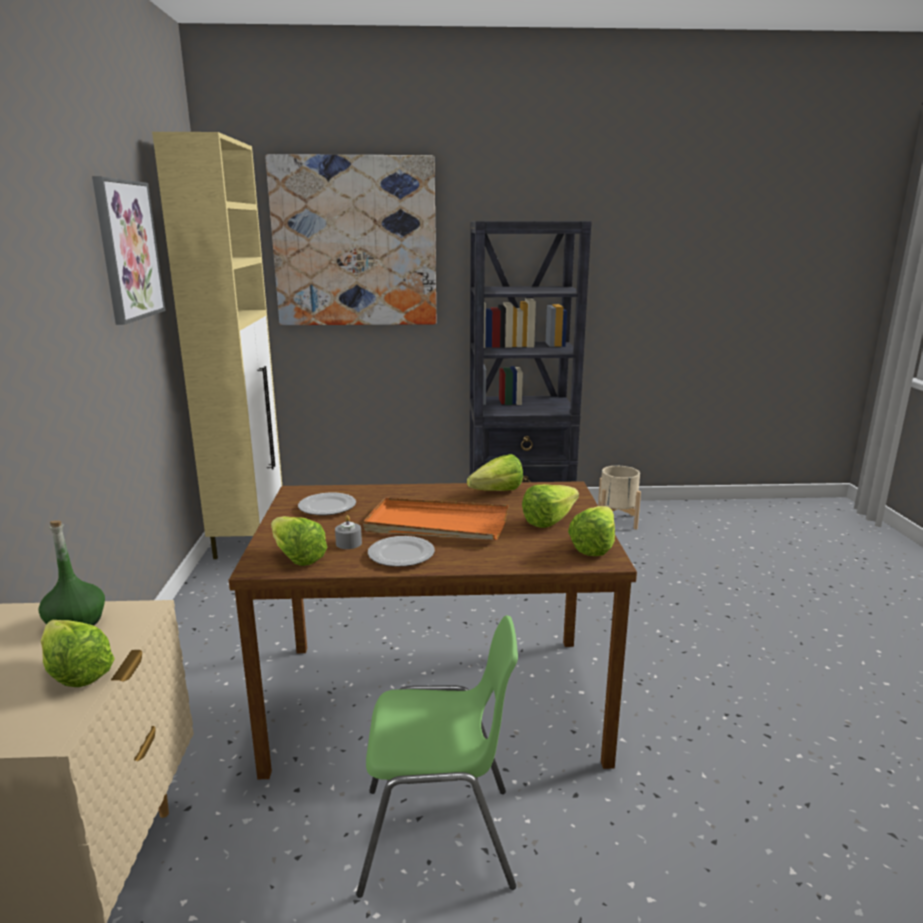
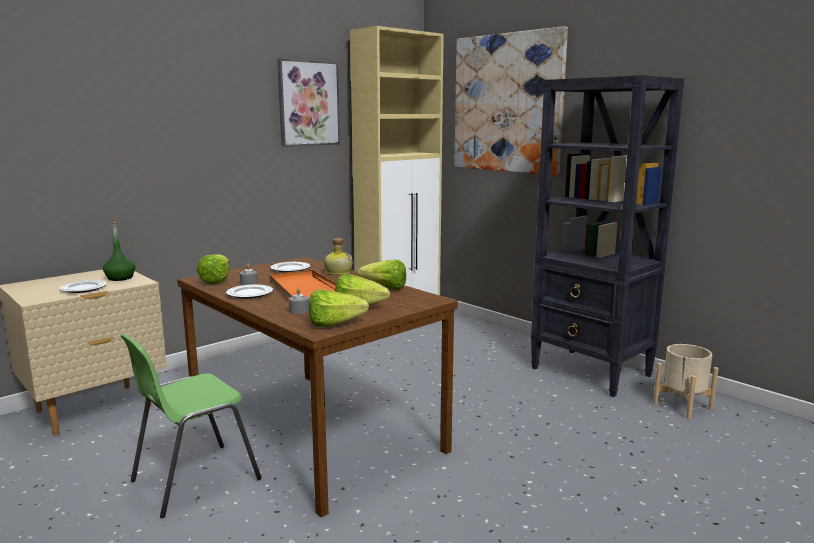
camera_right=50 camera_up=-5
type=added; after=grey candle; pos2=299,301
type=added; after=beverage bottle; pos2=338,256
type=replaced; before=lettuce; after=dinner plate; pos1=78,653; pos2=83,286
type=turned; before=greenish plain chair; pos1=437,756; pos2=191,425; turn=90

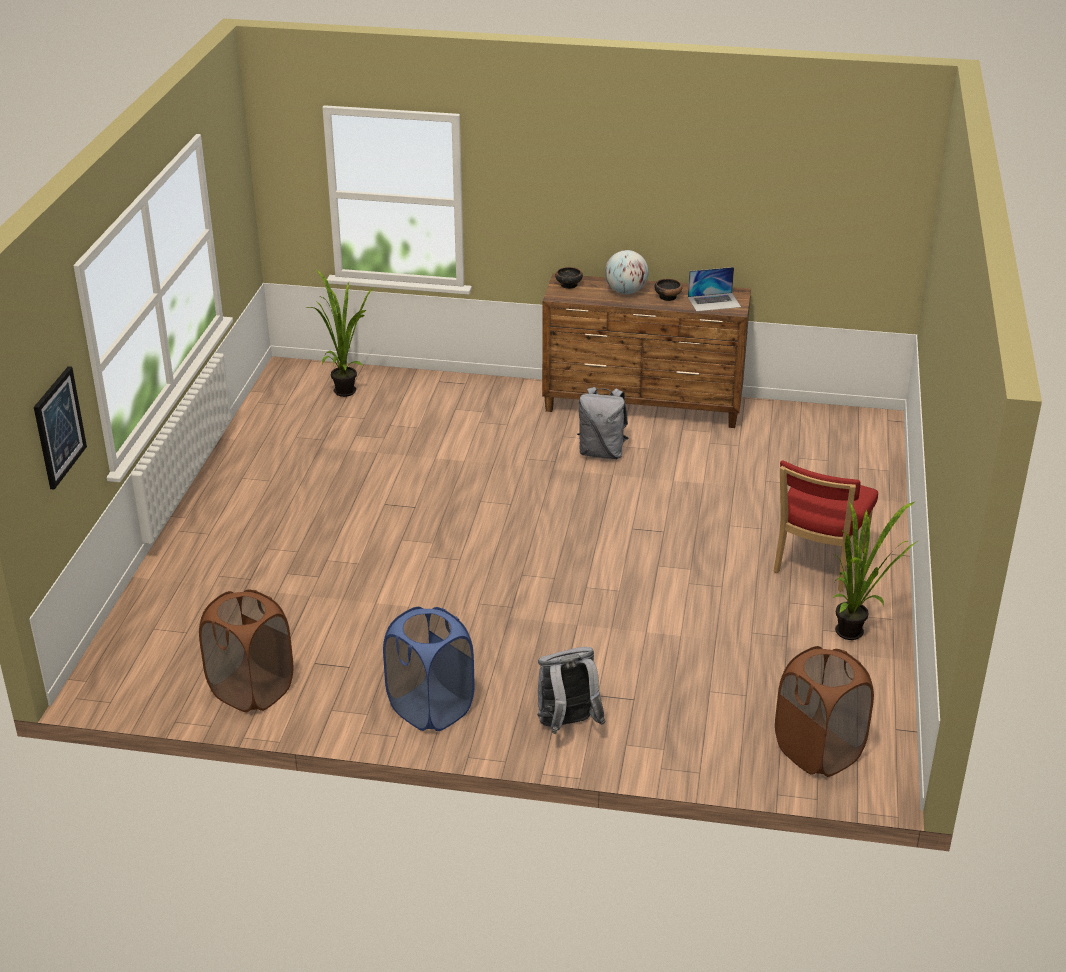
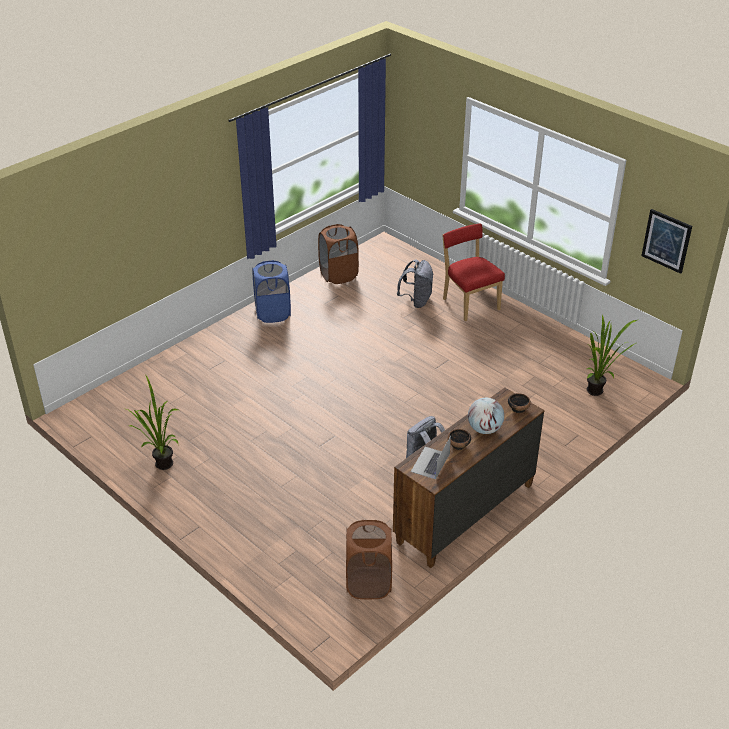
camera_right=125 camera_up=5
type=moved; before=picture; pos1=60,428; pos2=666,241
type=moved; before=grey knapsack; pos1=571,690; pos2=415,283
type=moved; before=red plain chair; pos1=825,525; pos2=473,272
type=moved; before=brown-coloured laundry basket; pos1=824,711; pos2=369,559

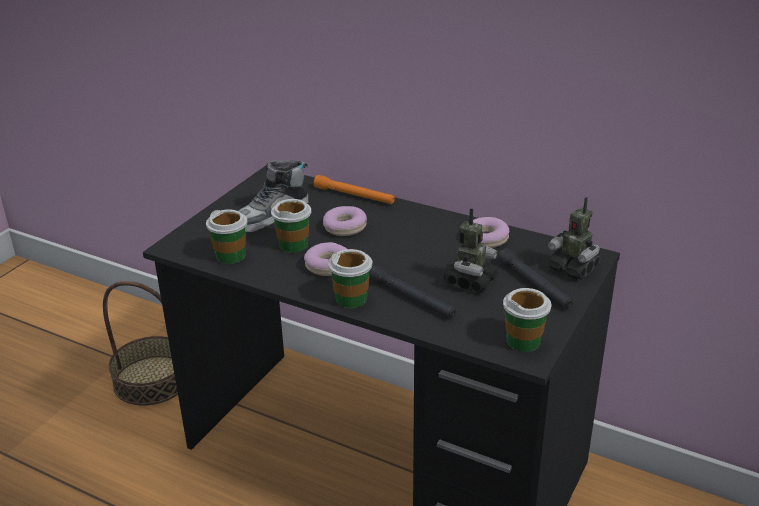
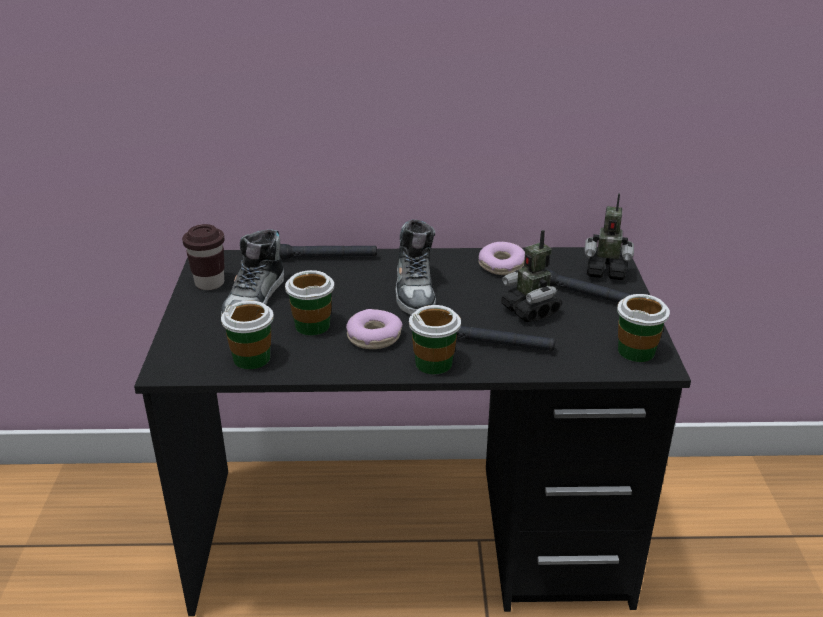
camera_right=-30 camera_up=0
type=removed; before=storage basket; pos1=140,343
type=removed; before=doughnut; pos1=345,221
type=added; after=brown-coloured small cup; pos2=203,257
type=added; after=shoe; pos2=416,267
type=recoloured; before=orangey torch; after=blackish torch; pos1=354,189; pos2=328,252
type=turned; before=robot figure; pos1=471,250; pos2=531,276; turn=150

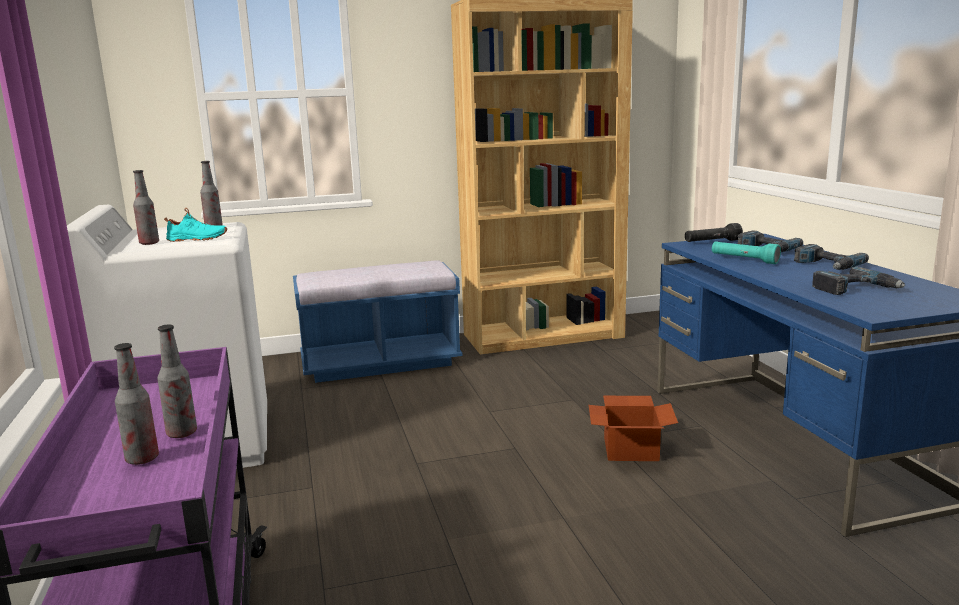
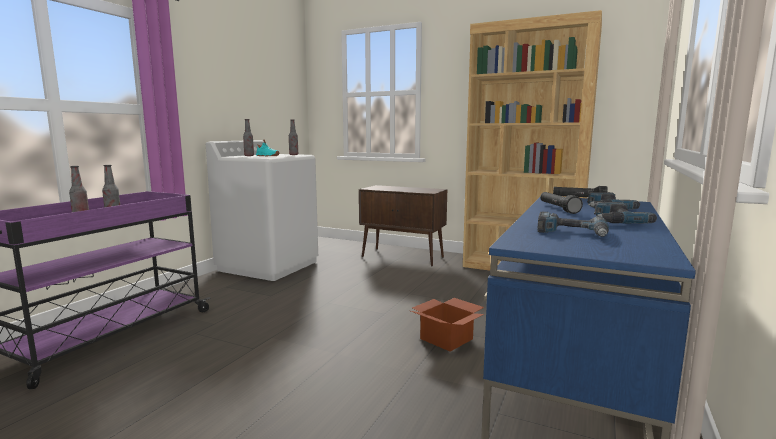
camera_right=40 camera_up=-5
type=replaced; before=blue bench; after=brown-coloured storage cabinet; pos1=377,321; pos2=403,225
type=recoloured; before=turquoise torch; after=blackish torch; pos1=746,253; pos2=561,203

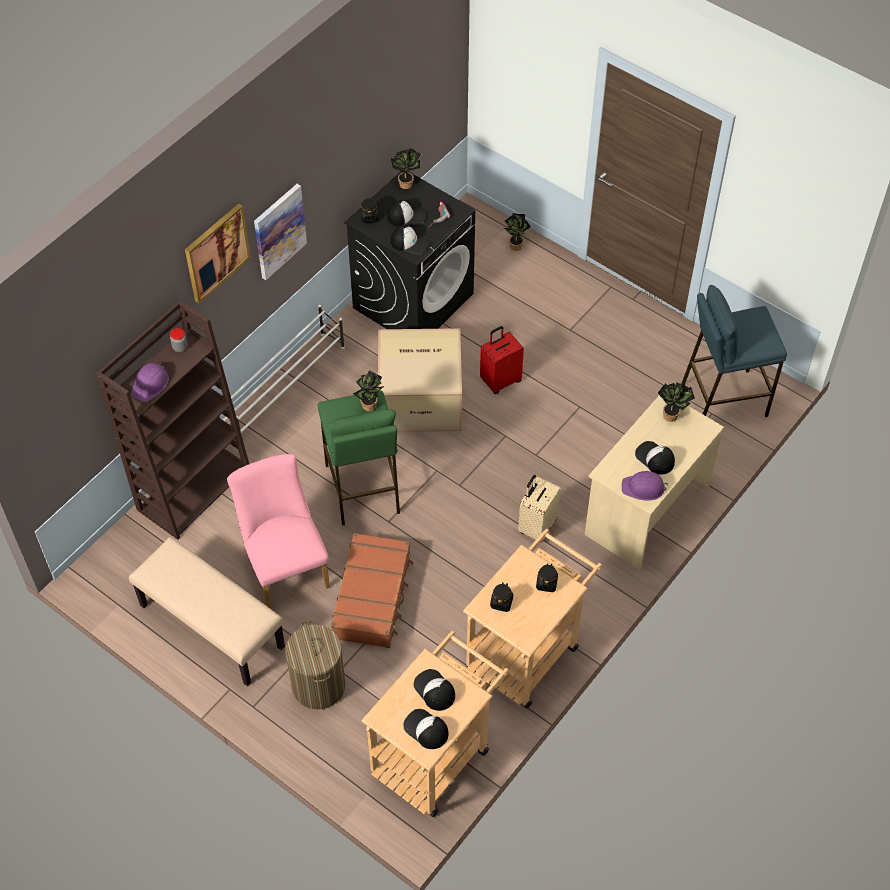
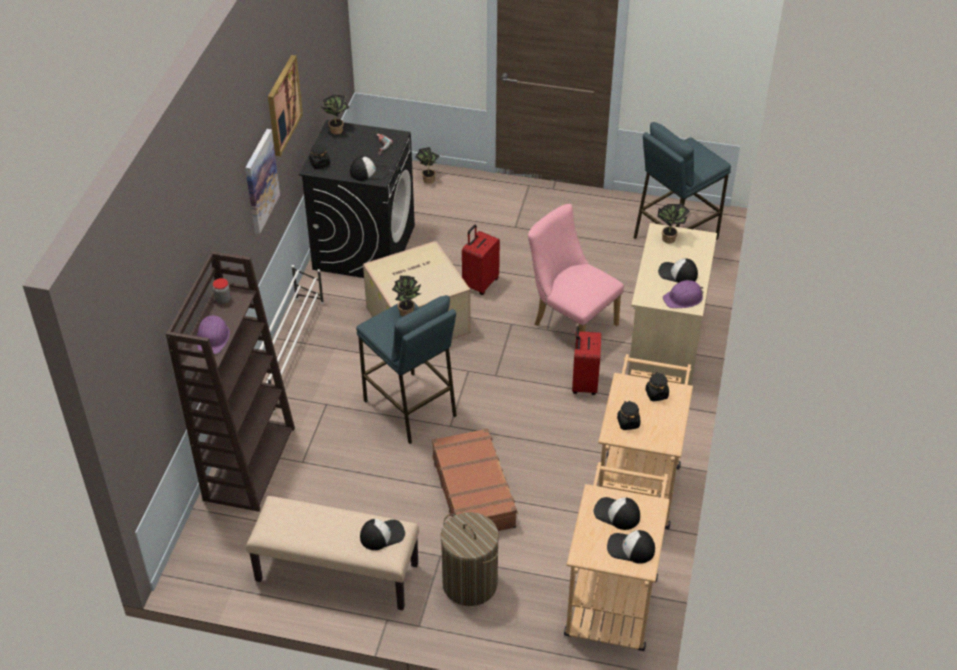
camera_right=-25 camera_up=-10
type=moved; before=picture; pos1=218,253; pos2=285,105
type=moved; before=pink plain chair; pos1=278,531; pos2=576,268
type=moved; before=cap; pos1=406,213; pos2=382,534
type=recoloured; before=greenish stool seat; after=blue stool seat; pos1=359,458; pos2=406,369
type=recoloured; before=beige suitcase; after=red suitcase; pos1=539,508; pos2=586,360

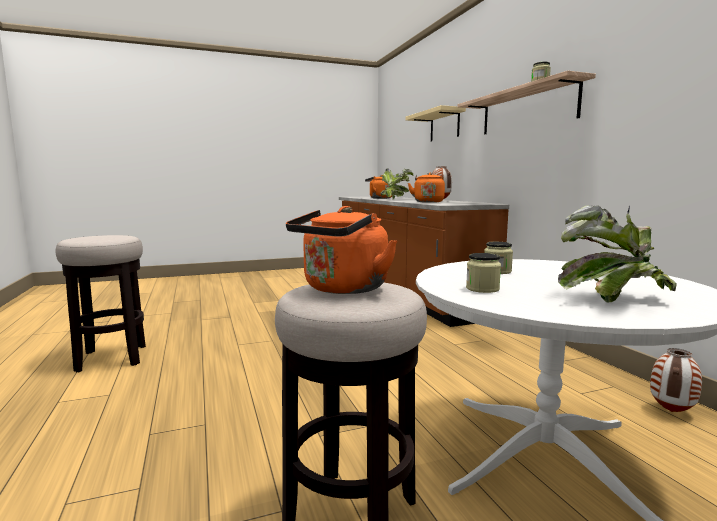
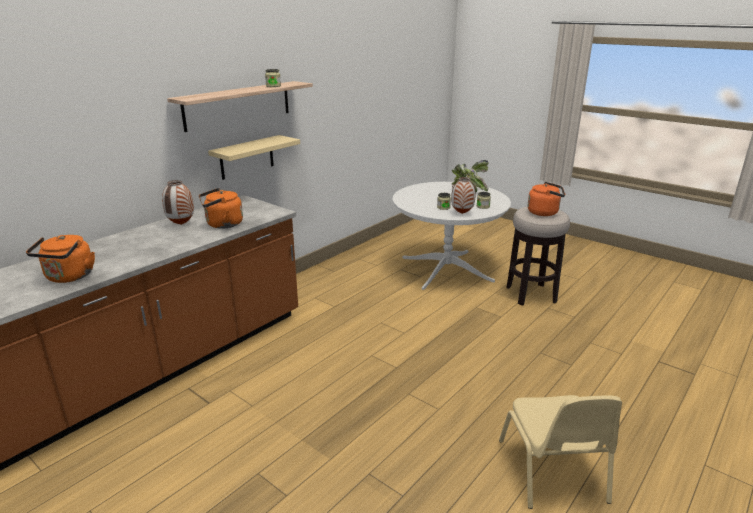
camera_right=-120 camera_up=15
type=removed; before=houseplant; pos1=397,183
type=moved; before=beige bracket shelf; pos1=435,123; pos2=254,157
type=moved; before=flower vase; pos1=676,380; pos2=463,195
type=replaced; before=stool seat; after=beige plain chair; pos1=101,303; pos2=560,452

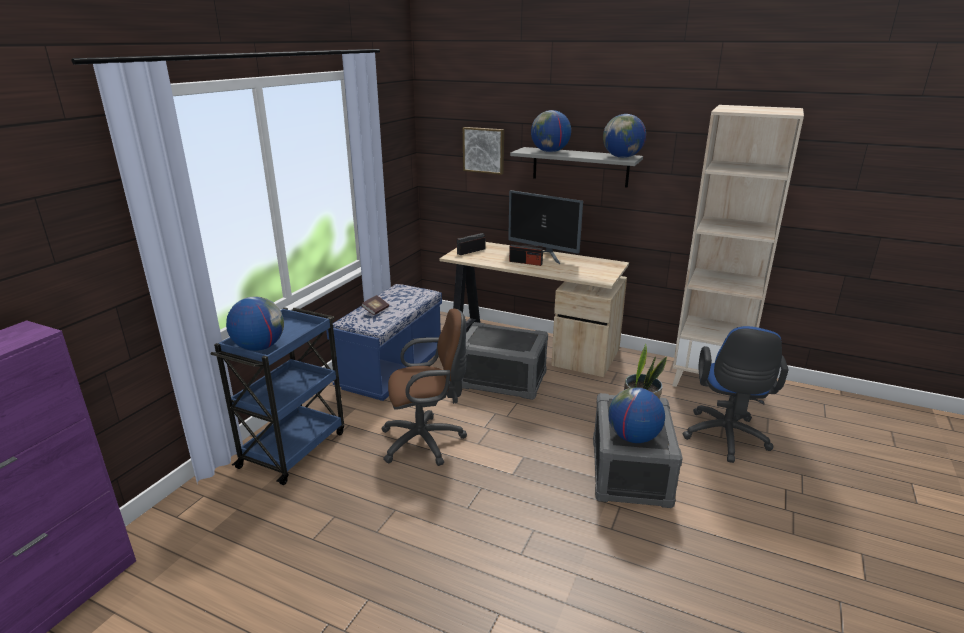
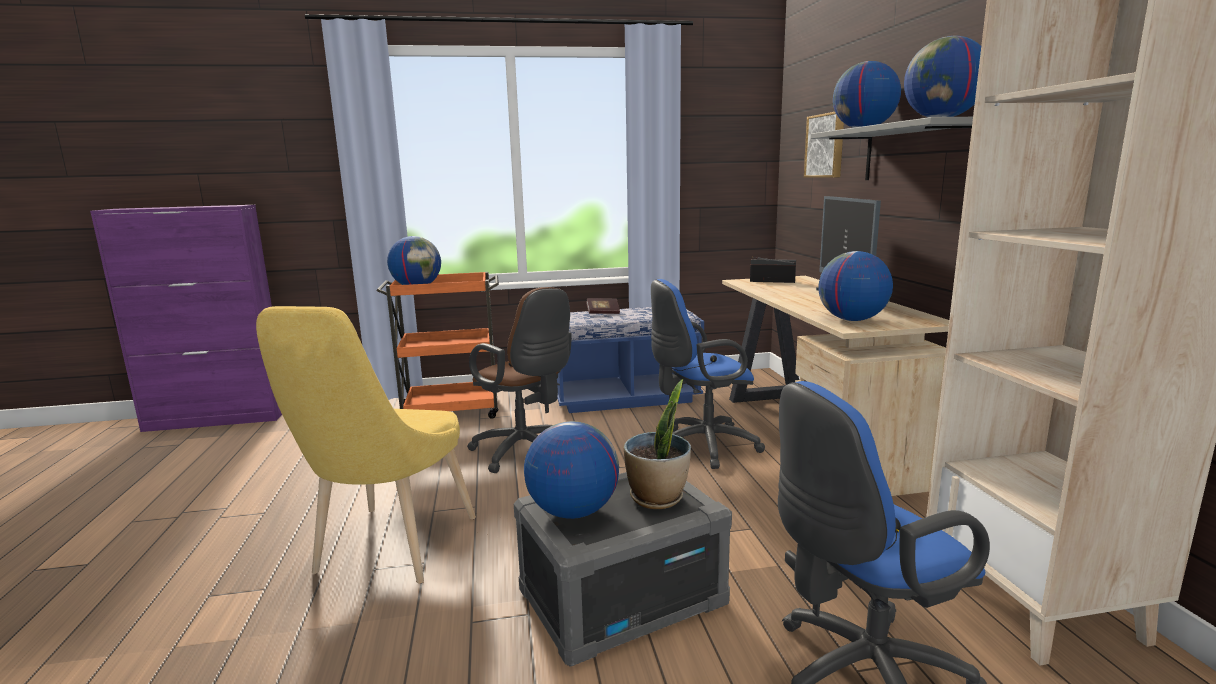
camera_right=55 camera_up=-10
type=removed; before=radio; pos1=526,255
type=added; after=yellowish plain chair; pos2=366,444
type=added; after=world globe; pos2=855,286
type=replaced; before=grey storage box; after=blue desk chair; pos1=504,361; pos2=708,374
type=recoloured; before=blue wheeled cart; after=orangey wheeled cart; pos1=277,396; pos2=438,345

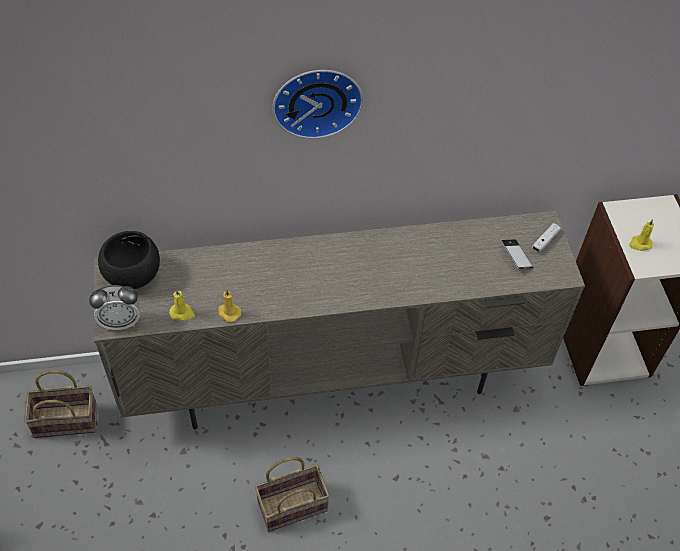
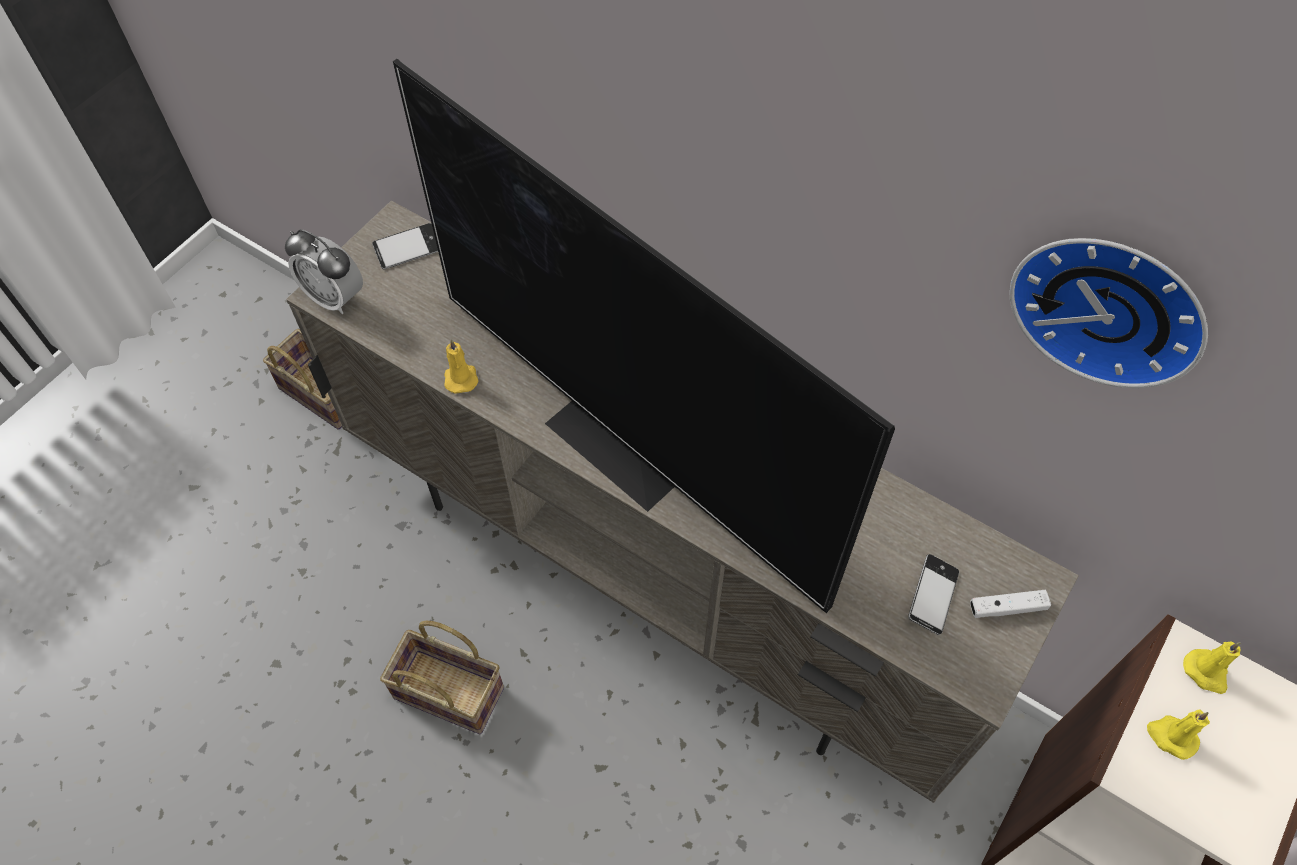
camera_right=45 camera_up=5
type=added; after=TV; pos2=644,336
type=moved; before=yellowish candle; pos1=182,305; pos2=1212,668
type=moved; before=clock on the wall; pos1=317,104; pos2=1109,313
type=replaced; before=blackish bowl; after=phone; pos1=129,260; pos2=405,246

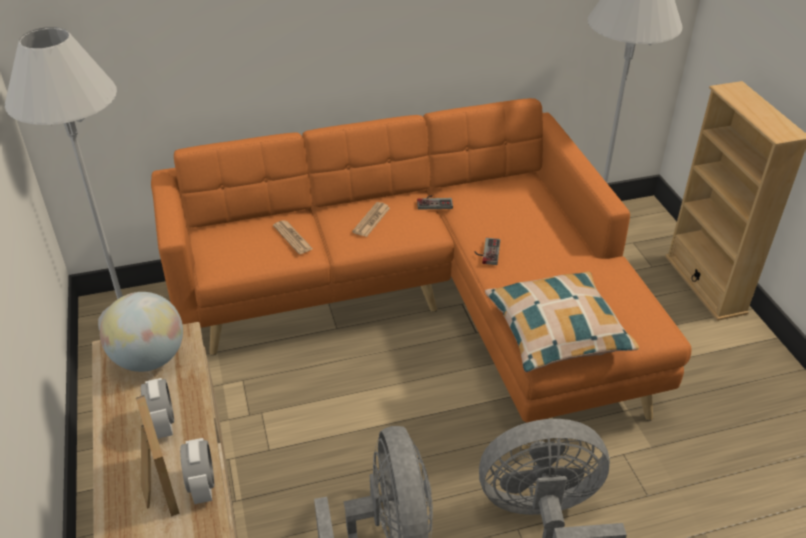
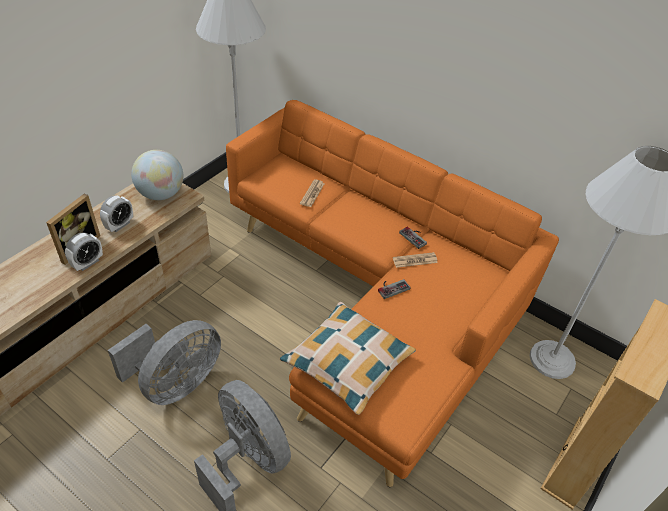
camera_right=50 camera_up=5
type=moved; before=printed paper; pos1=371,219; pos2=415,260

